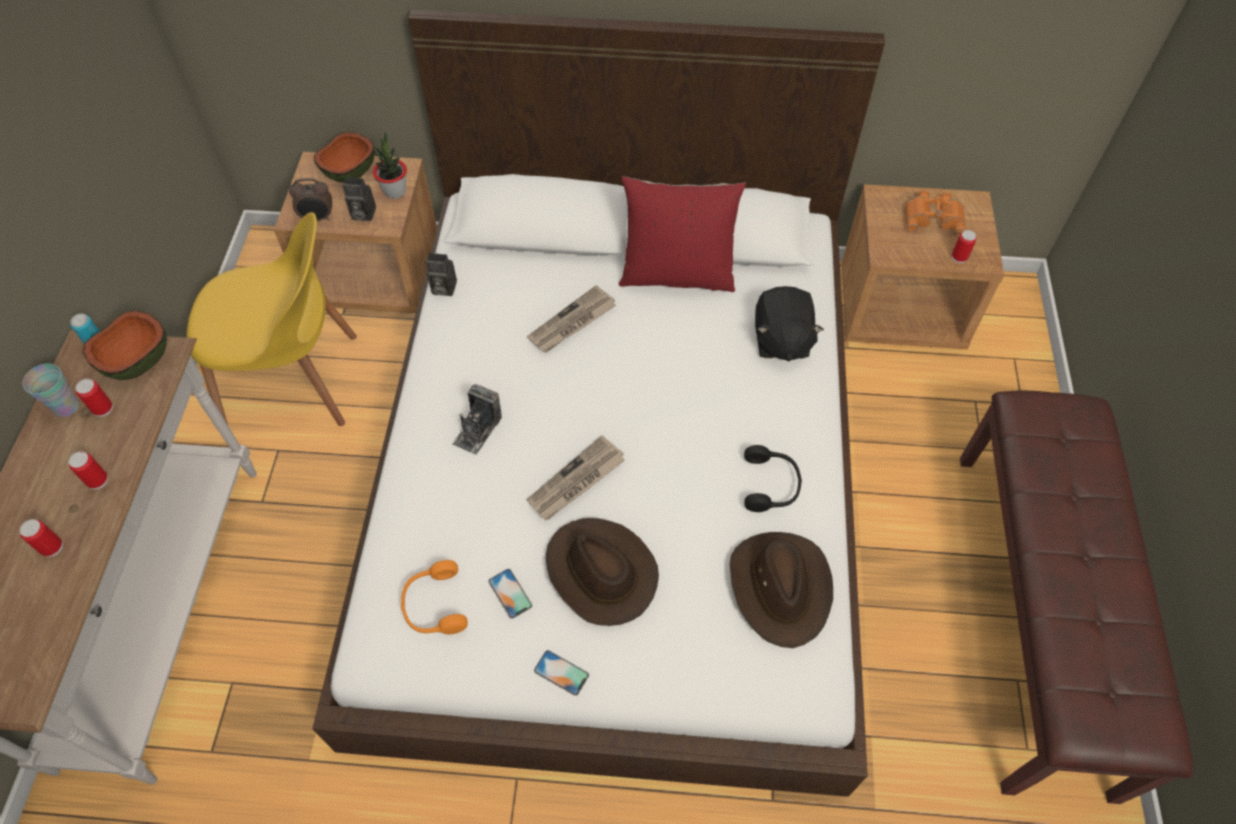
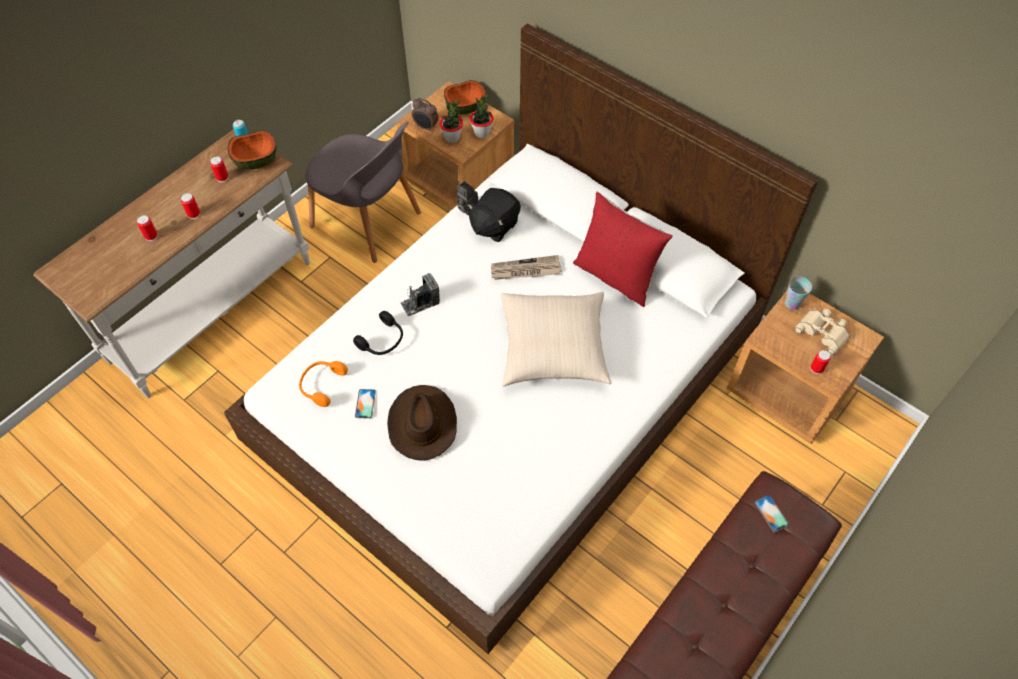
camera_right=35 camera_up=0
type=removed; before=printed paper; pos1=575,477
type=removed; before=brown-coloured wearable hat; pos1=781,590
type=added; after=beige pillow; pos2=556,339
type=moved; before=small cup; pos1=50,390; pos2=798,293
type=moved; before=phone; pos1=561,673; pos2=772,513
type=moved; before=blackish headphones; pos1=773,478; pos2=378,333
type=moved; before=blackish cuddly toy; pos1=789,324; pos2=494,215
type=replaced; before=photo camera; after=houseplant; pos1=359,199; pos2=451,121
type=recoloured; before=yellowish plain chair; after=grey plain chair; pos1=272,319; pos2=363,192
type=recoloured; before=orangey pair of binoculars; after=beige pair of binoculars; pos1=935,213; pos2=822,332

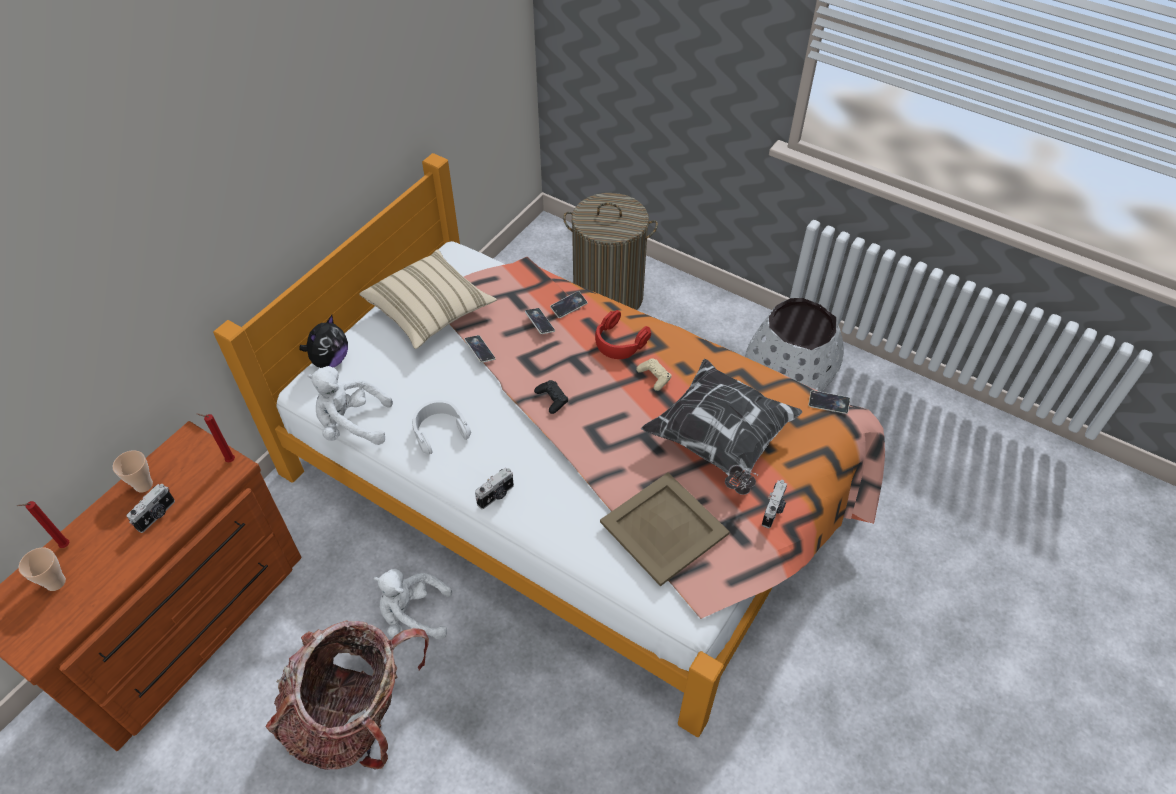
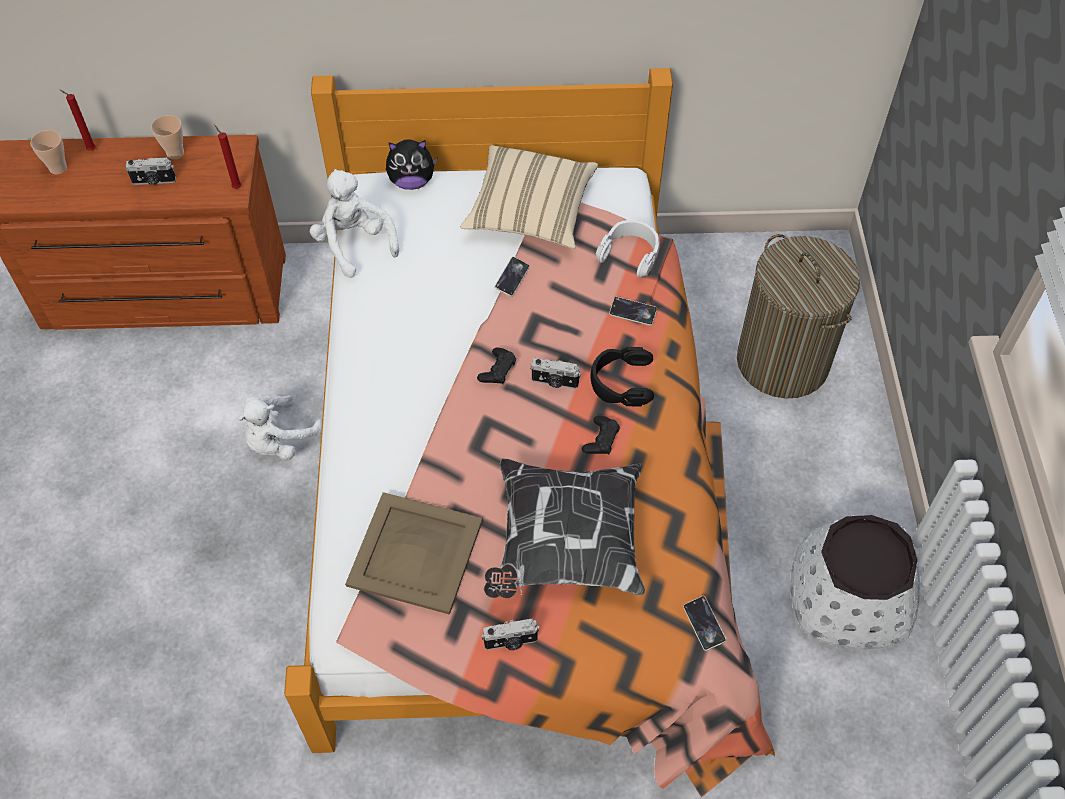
camera_right=55 camera_up=5
type=removed; before=knapsack; pos1=347,695
type=removed; before=phone; pos1=540,321
type=moved; before=white-coloured headphones; pos1=441,427; pos2=628,249
type=moved; before=photo camera; pos1=494,488; pos2=555,373
type=recoloured; before=red headphones; after=blackish headphones; pos1=623,334; pos2=622,377
type=recoloured; before=beige gamepad; after=blackish gamepad; pos1=654,374; pos2=601,435
type=turned; before=white-coloured cuddly toy; pos1=413,604; pos2=280,427; turn=-105

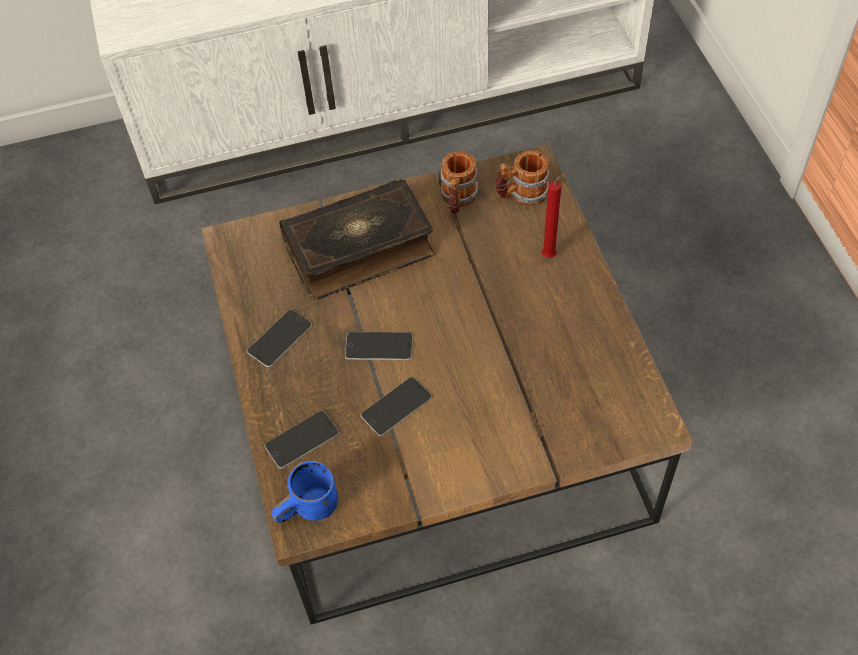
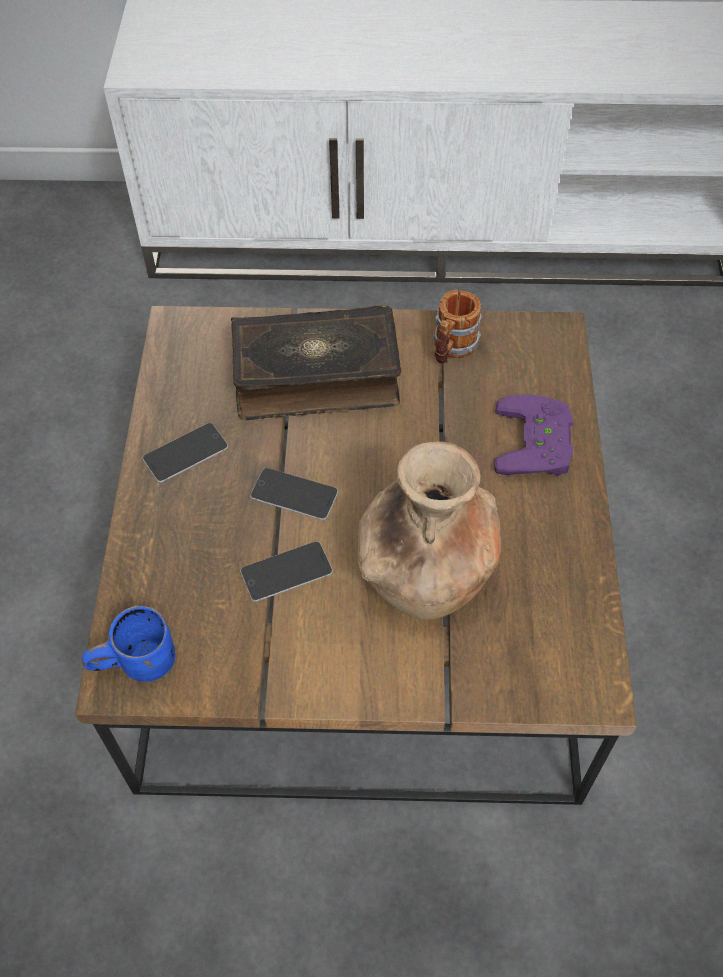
camera_right=15 camera_up=0
type=removed; before=phone; pos1=302,439
type=removed; before=tea mug; pos1=522,178
type=added; after=brown-coloured flower vase; pos2=429,530
type=replaced; before=red candle; after=purplish gamepad; pos1=555,215; pos2=534,435

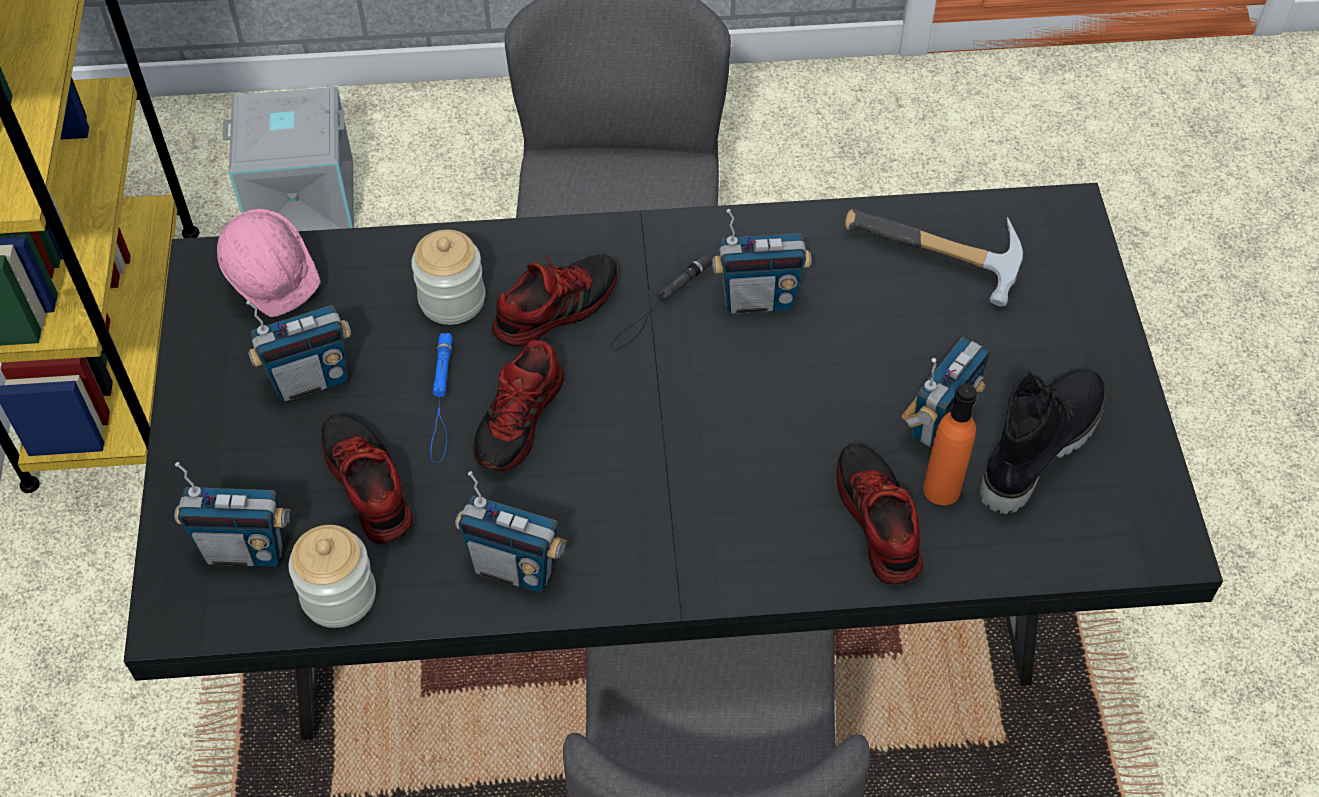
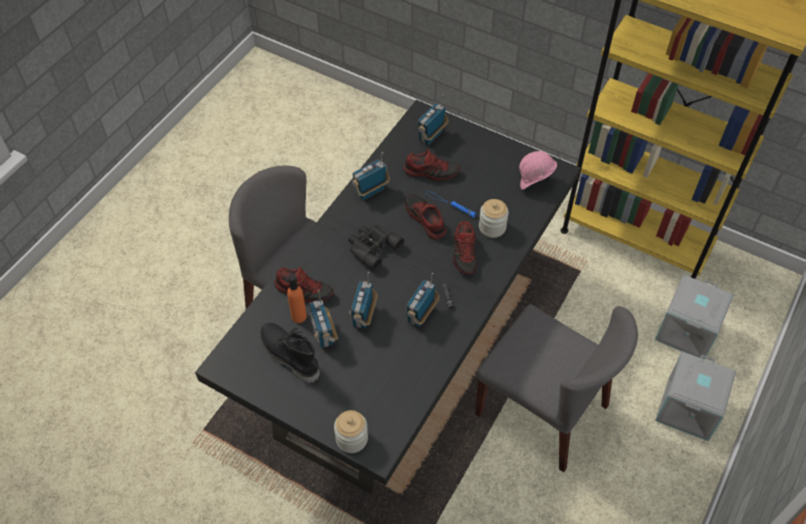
camera_right=125 camera_up=0
type=removed; before=hand hammer; pos1=934,258
type=added; after=blackish pair of binoculars; pos2=376,248
type=added; after=grey storage box; pos2=695,396
type=moved; before=radio; pos1=299,351; pos2=363,300
type=moved; before=preserve jar; pos1=332,576; pos2=351,431
type=turned; before=blackish high-top boot; pos1=1043,441; pos2=290,353; turn=150

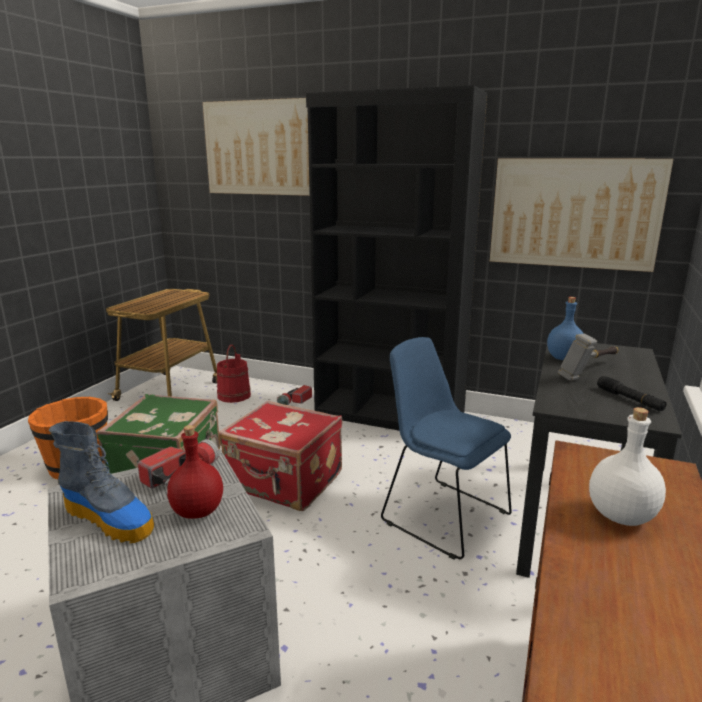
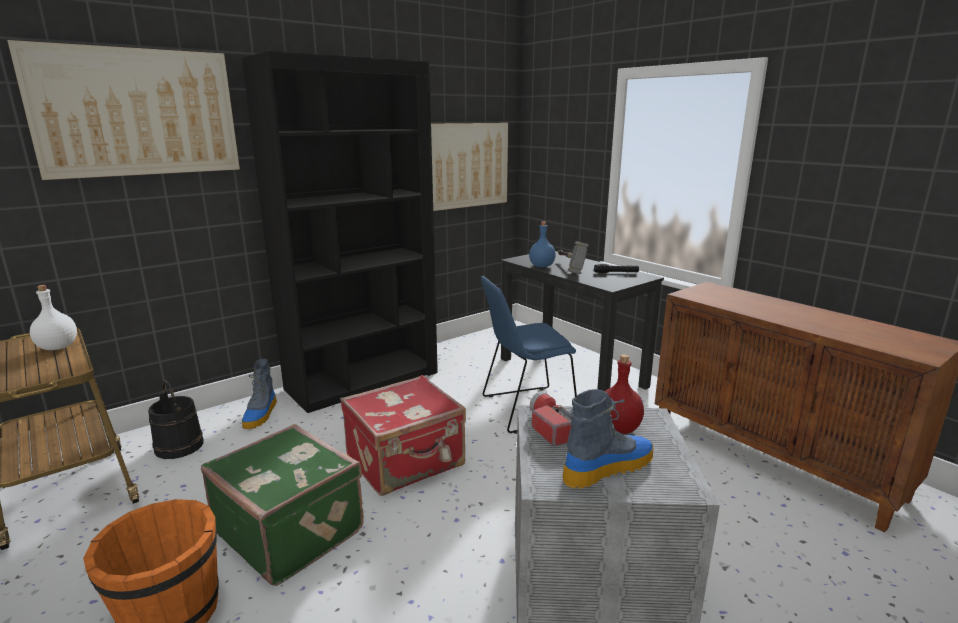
camera_right=-60 camera_up=0
type=moved; before=white-coloured beverage bottle; pos1=627,466; pos2=53,317
type=replaced; before=torch; after=high-top boot; pos1=294,395; pos2=259,394
type=recoloured; before=red bucket; after=blackish bucket; pos1=234,374; pos2=175,419

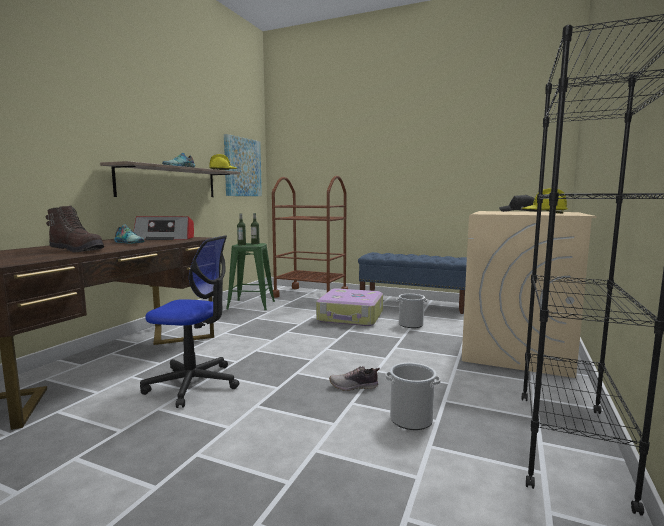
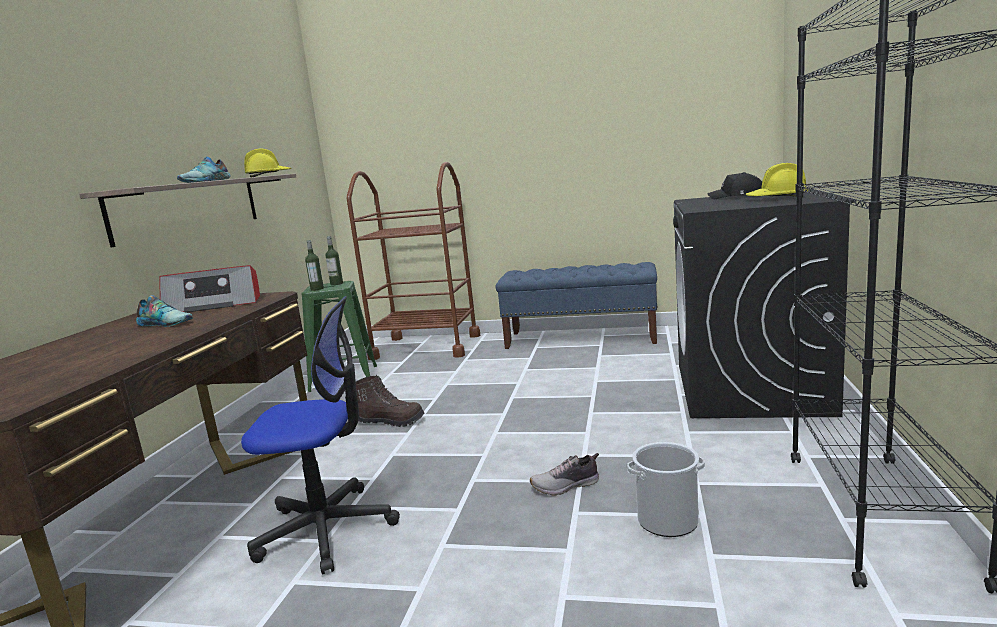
camera_right=-10 camera_up=5
type=removed; before=picture; pos1=243,165
type=removed; before=suitcase; pos1=349,307
type=removed; before=bucket; pos1=411,311
type=moved; before=brown-coloured high-top boot; pos1=75,229; pos2=390,401
type=recoloured; before=beige laundry machine; after=blackish laundry machine; pos1=529,294; pos2=764,303

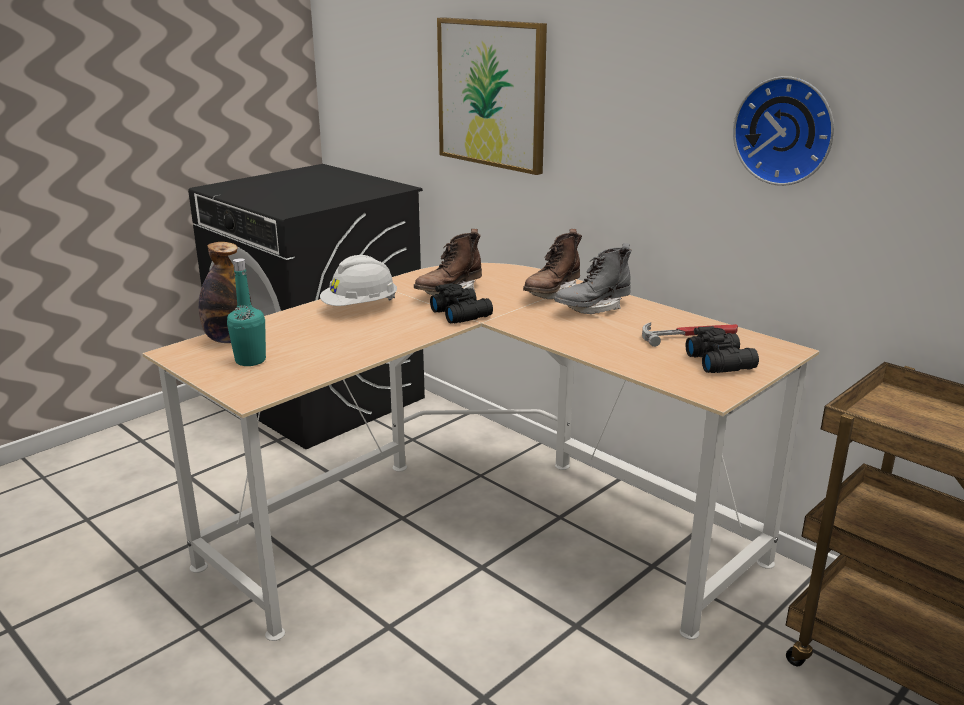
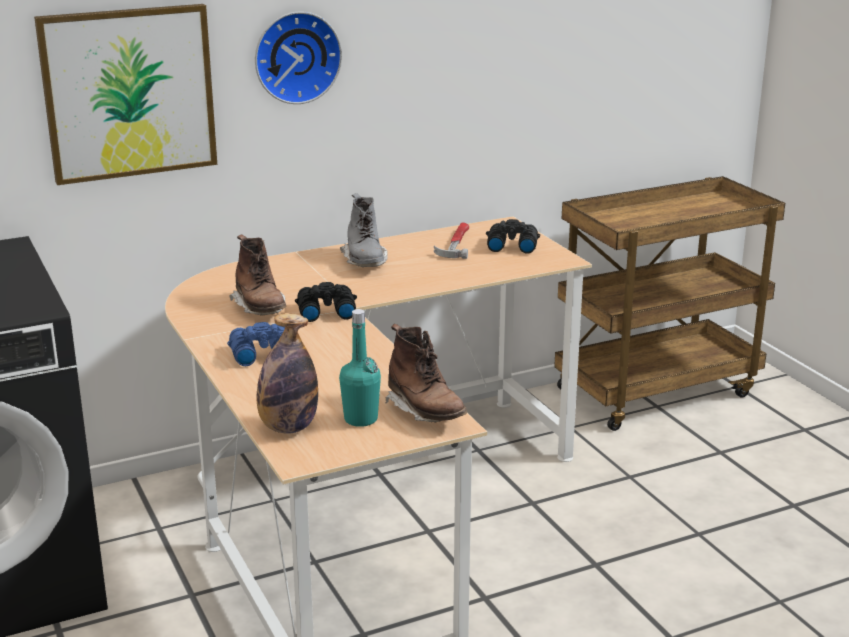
camera_right=-70 camera_up=0
type=moved; before=brown-coloured high-top boot; pos1=552,264; pos2=426,373
type=moved; before=clock on the wall; pos1=783,131; pos2=298,58
type=replaced; before=white-coloured safety helmet; after=blue pair of binoculars; pos1=358,280; pos2=256,344

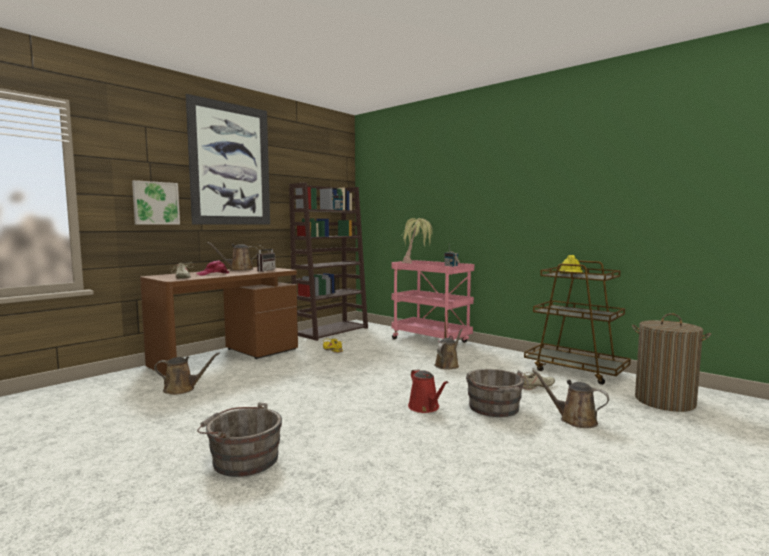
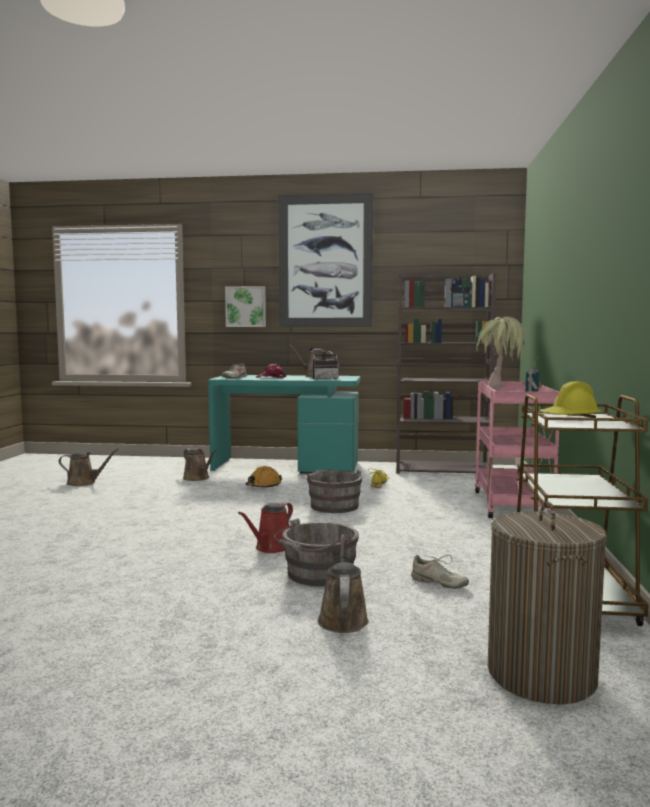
camera_right=55 camera_up=0
type=added; after=orangey safety helmet; pos2=263,476
type=moved; before=grey bucket; pos1=239,439; pos2=333,491
type=moved; before=brown-coloured watering can; pos1=448,349; pos2=89,467
type=recoloured; before=brown-coloured desk table; after=turquoise desk table; pos1=219,321; pos2=284,424

